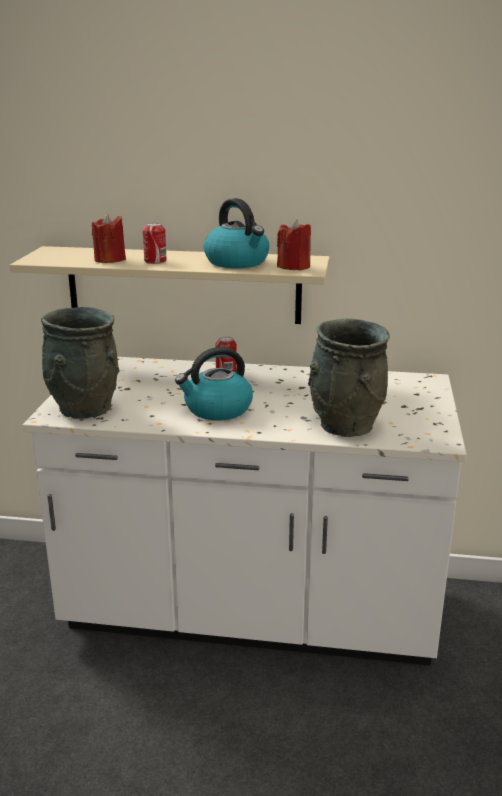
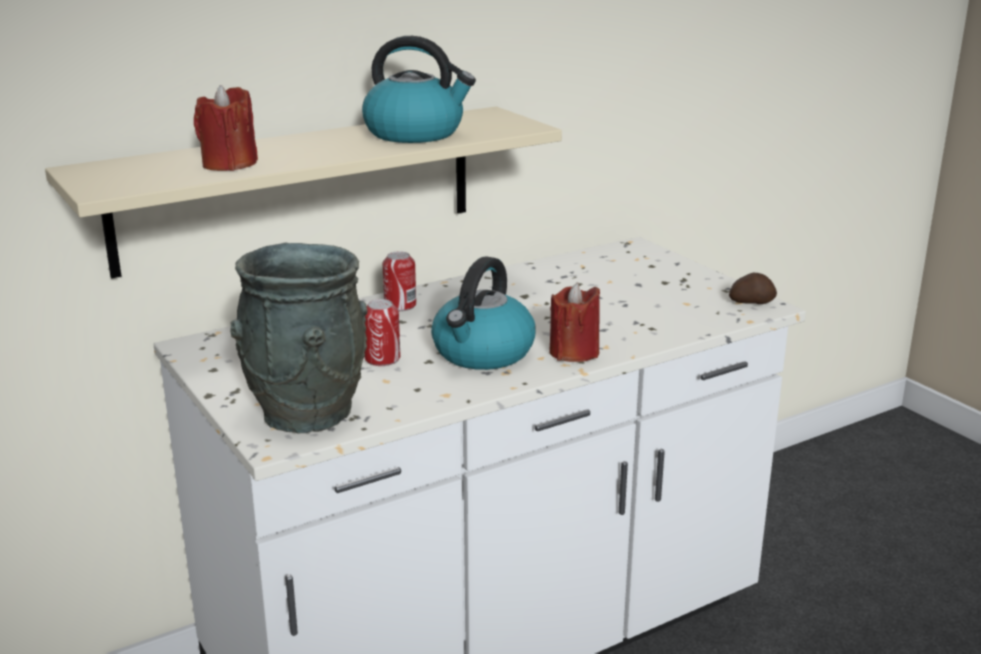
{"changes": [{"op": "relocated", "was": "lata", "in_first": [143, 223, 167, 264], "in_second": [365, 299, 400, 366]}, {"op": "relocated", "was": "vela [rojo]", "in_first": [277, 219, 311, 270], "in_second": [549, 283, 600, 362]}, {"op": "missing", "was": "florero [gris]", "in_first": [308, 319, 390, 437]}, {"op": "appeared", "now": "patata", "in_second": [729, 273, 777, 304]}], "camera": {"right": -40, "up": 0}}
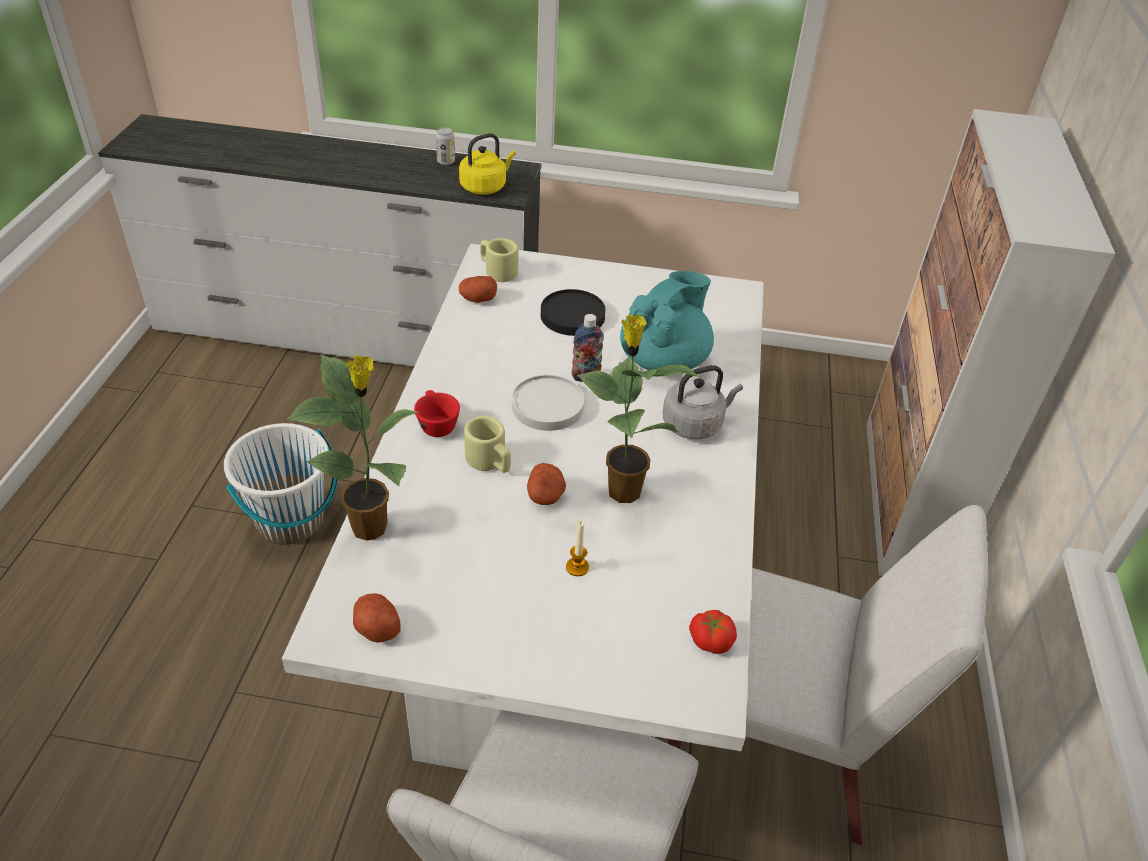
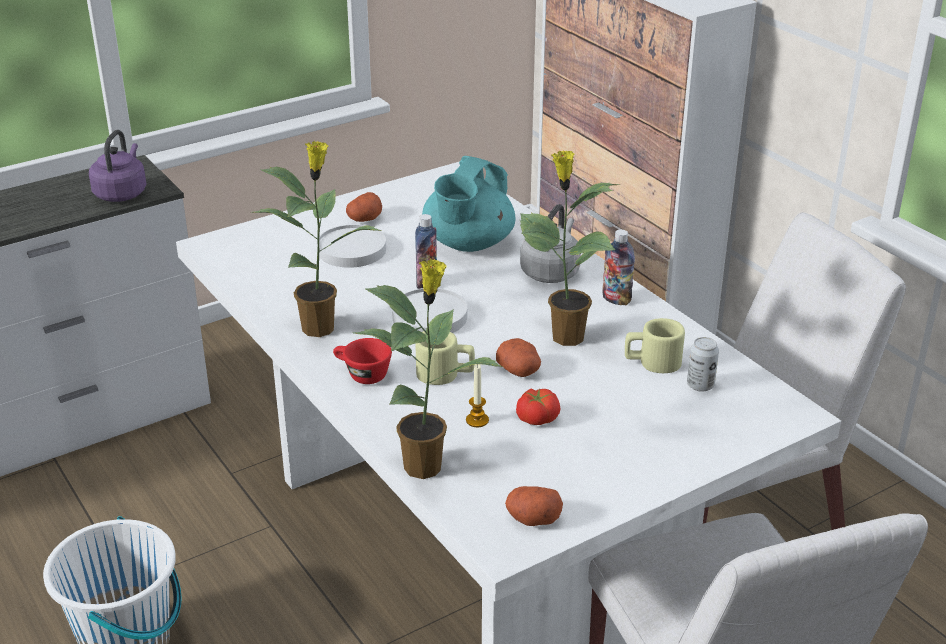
{"changes": [{"op": "relocated", "was": "lata", "in_first": [436, 127, 455, 165], "in_second": [687, 337, 719, 392]}, {"op": "colour", "was": "hervidor [amarillo]", "now": "hervidor [morado]", "in_first": [459, 133, 516, 195], "in_second": [89, 130, 146, 202]}, {"op": "relocated", "was": "patata", "in_first": [459, 276, 497, 303], "in_second": [346, 192, 382, 222]}, {"op": "relocated", "was": "taza grande [beis]", "in_first": [480, 238, 518, 282], "in_second": [625, 318, 685, 373]}, {"op": "colour", "was": "plato [negro]", "now": "plato [blanco]", "in_first": [541, 289, 606, 336], "in_second": [317, 224, 386, 268]}, {"op": "relocated", "was": "vela", "in_first": [566, 520, 589, 576], "in_second": [466, 364, 489, 427]}, {"op": "spun", "was": "tetera [turquesa]", "in_first": [620, 271, 714, 370], "in_second": [422, 156, 515, 252], "clockwise": -150}, {"op": "relocated", "was": "tomate", "in_first": [689, 610, 737, 654], "in_second": [516, 389, 560, 425]}, {"op": "appeared", "now": "planta en maceta", "in_second": [251, 141, 382, 337]}, {"op": "appeared", "now": "botella", "in_second": [602, 229, 635, 305]}], "camera": {"right": -40, "up": -10}}
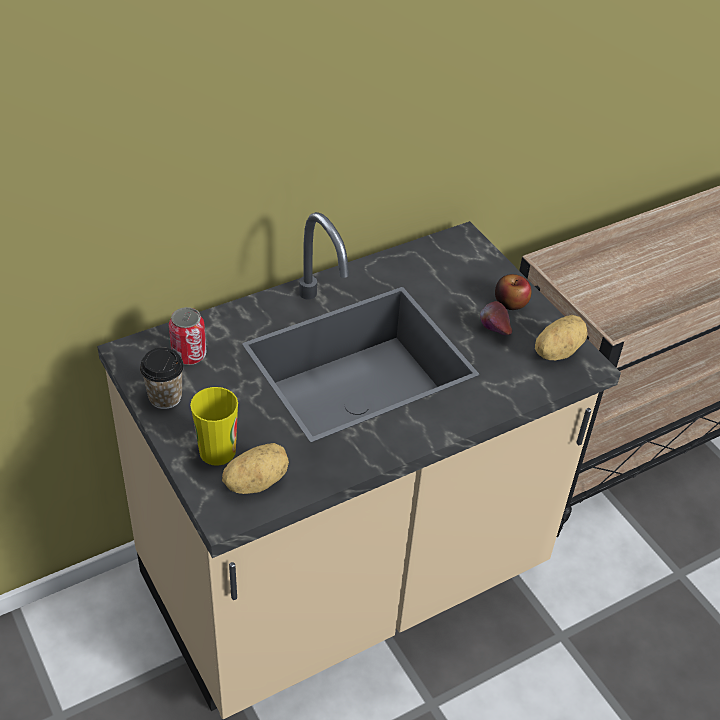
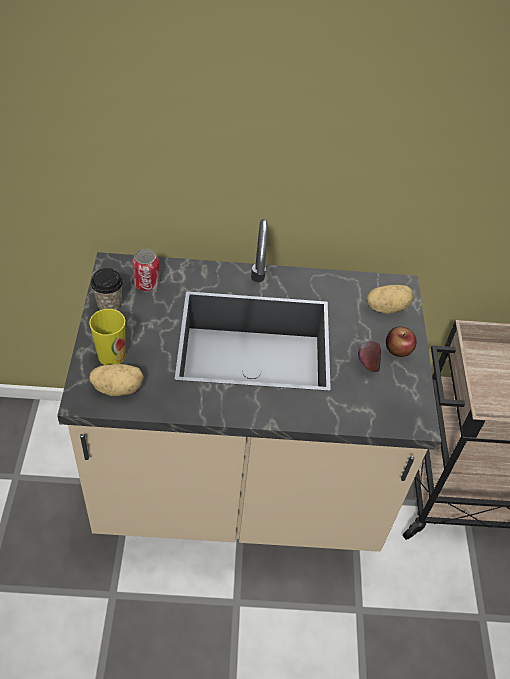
{"changes": [{"op": "relocated", "was": "patata", "in_first": [535, 315, 588, 360], "in_second": [366, 285, 413, 314]}], "camera": {"right": 30, "up": 5}}
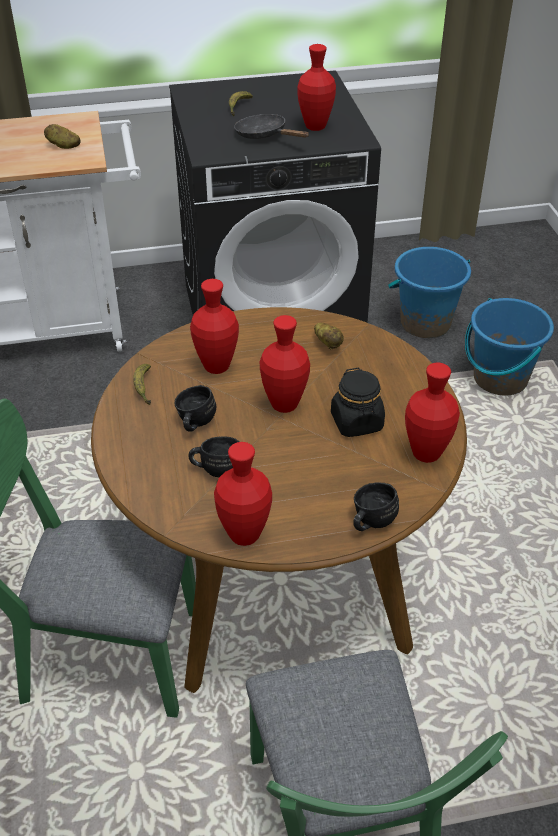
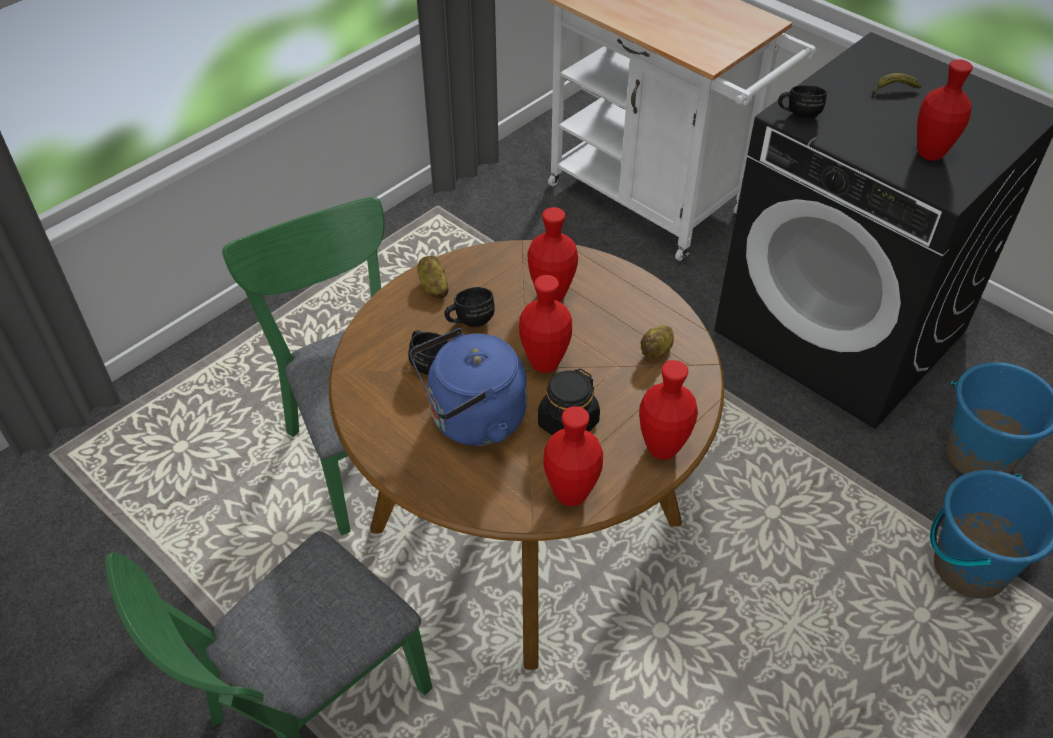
{"changes": [{"op": "relocated", "was": "patata", "in_first": [44, 124, 81, 149], "in_second": [417, 256, 449, 299]}, {"op": "missing", "was": "plátano", "in_first": [133, 364, 151, 405]}, {"op": "relocated", "was": "florero [rojo]", "in_first": [214, 442, 272, 546], "in_second": [639, 360, 698, 460]}, {"op": "missing", "was": "sartén [negro]", "in_first": [234, 114, 309, 139]}, {"op": "relocated", "was": "taza grande [negro]", "in_first": [353, 482, 399, 531], "in_second": [778, 85, 827, 118]}, {"op": "appeared", "now": "hervidor [azul]", "in_second": [410, 328, 527, 446]}], "camera": {"right": 55, "up": 5}}
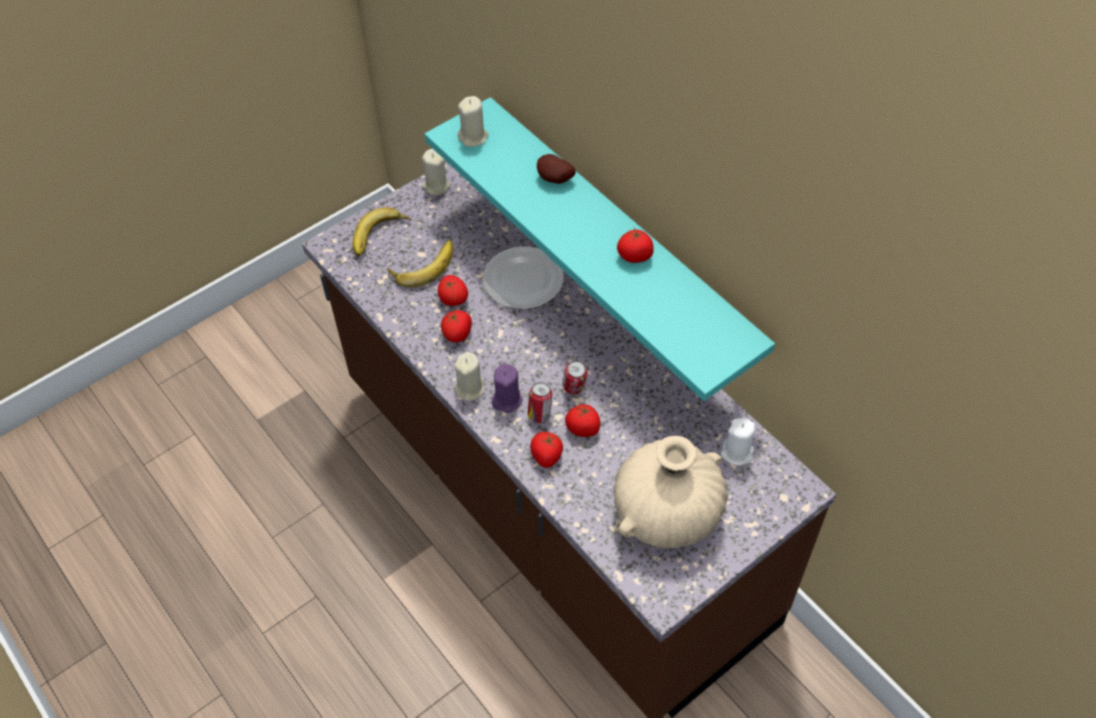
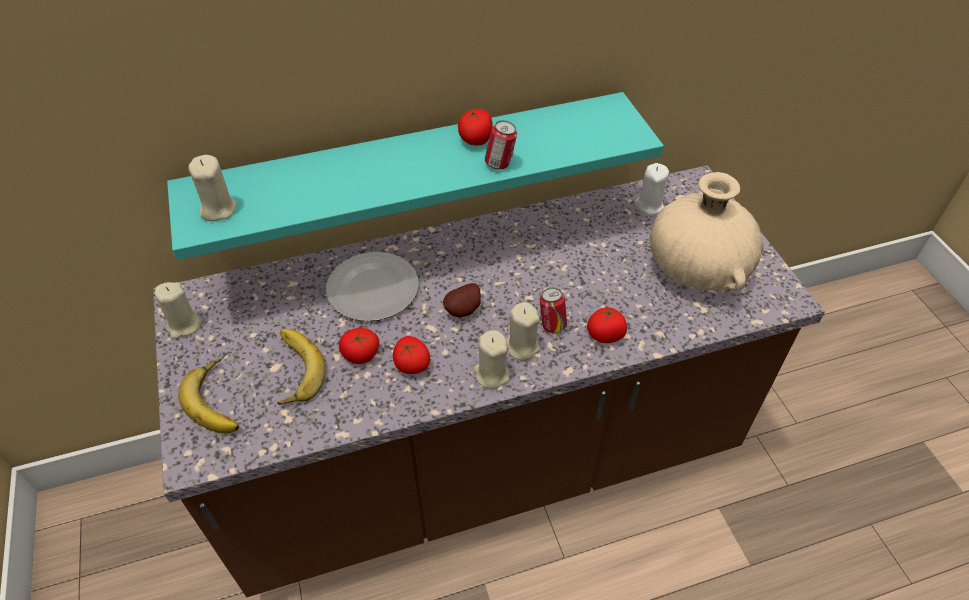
{"changes": [{"op": "colour", "was": "vela [morado]", "now": "vela [beis]", "in_first": [492, 364, 523, 413], "in_second": [506, 302, 540, 361]}, {"op": "relocated", "was": "patata", "in_first": [537, 154, 576, 184], "in_second": [443, 283, 481, 317]}, {"op": "relocated", "was": "lata", "in_first": [562, 361, 587, 394], "in_second": [485, 120, 517, 170]}, {"op": "missing", "was": "tomate", "in_first": [565, 404, 600, 437]}], "camera": {"right": -70, "up": -5}}
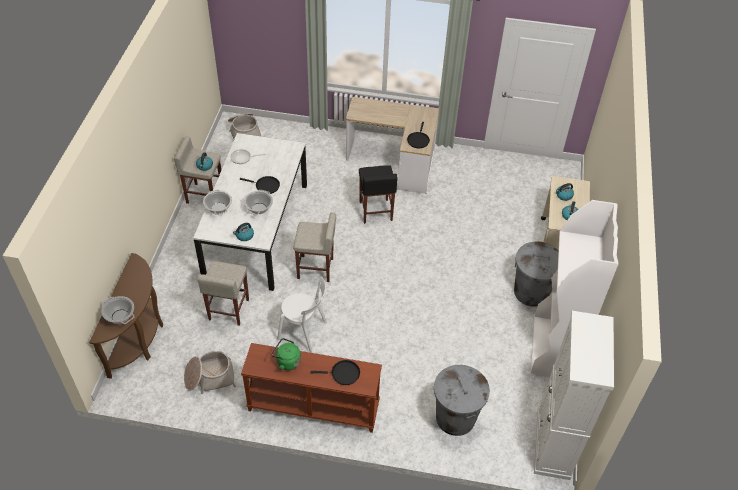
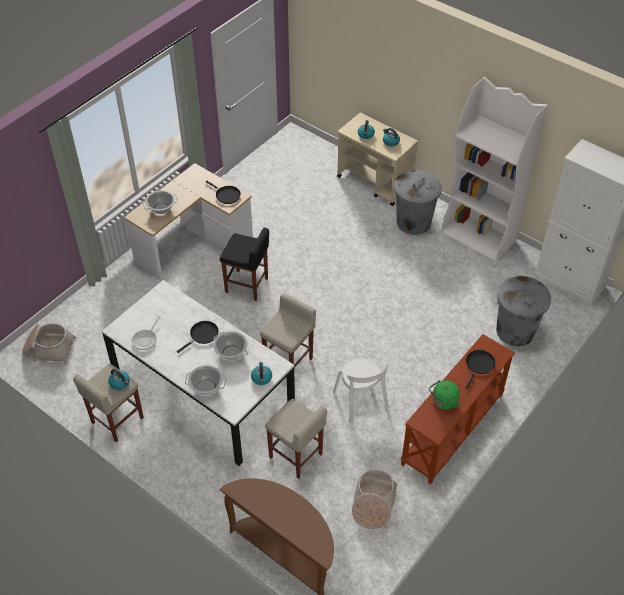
{"changes": [{"op": "relocated", "was": "olla", "in_first": [101, 296, 135, 324], "in_second": [143, 190, 178, 214]}, {"op": "spun", "was": "silla [blanco]", "in_first": [277, 277, 327, 352], "in_second": [333, 357, 393, 423], "clockwise": 105}], "camera": {"right": -60, "up": 0}}
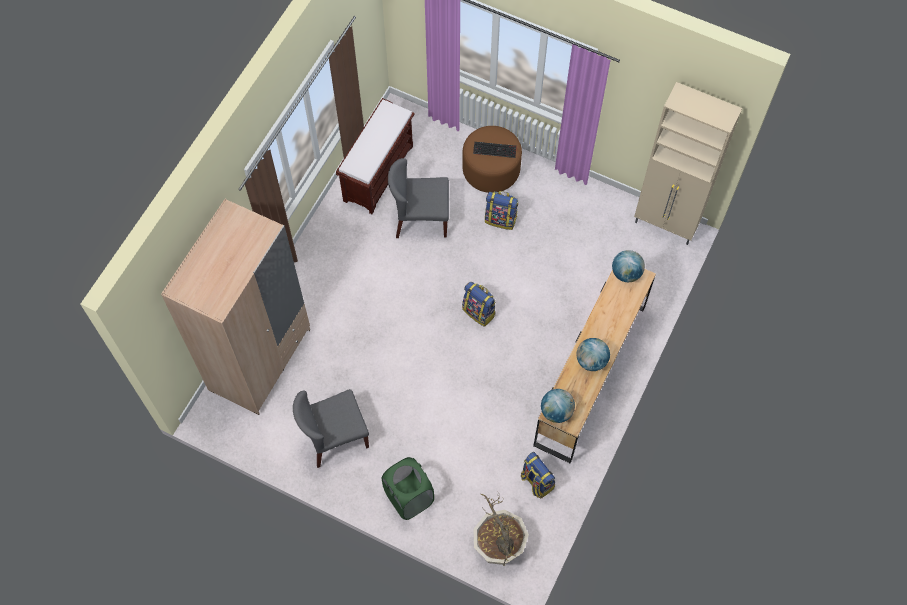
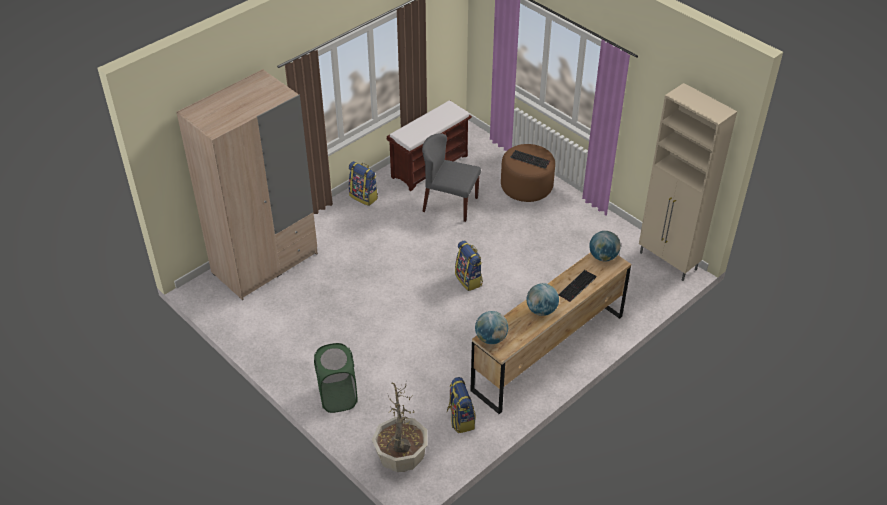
{"changes": [{"op": "missing", "was": "silla [gris]", "in_first": [293, 389, 369, 468]}, {"op": "relocated", "was": "mochila", "in_first": [485, 191, 518, 230], "in_second": [349, 161, 378, 206]}, {"op": "appeared", "now": "teclado", "in_second": [558, 270, 597, 302]}], "camera": {"right": 20, "up": -20}}
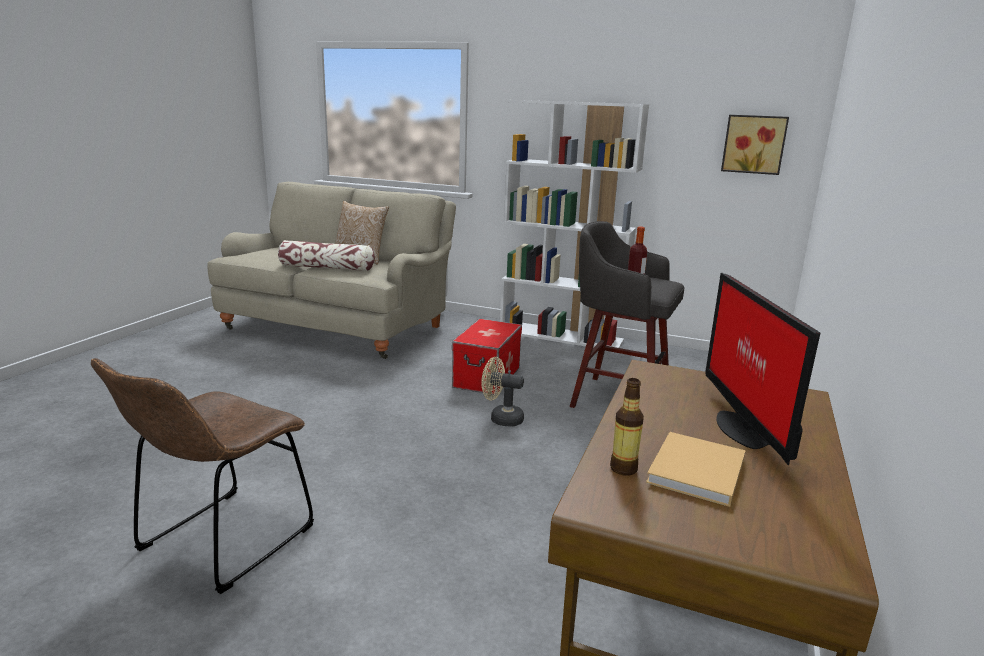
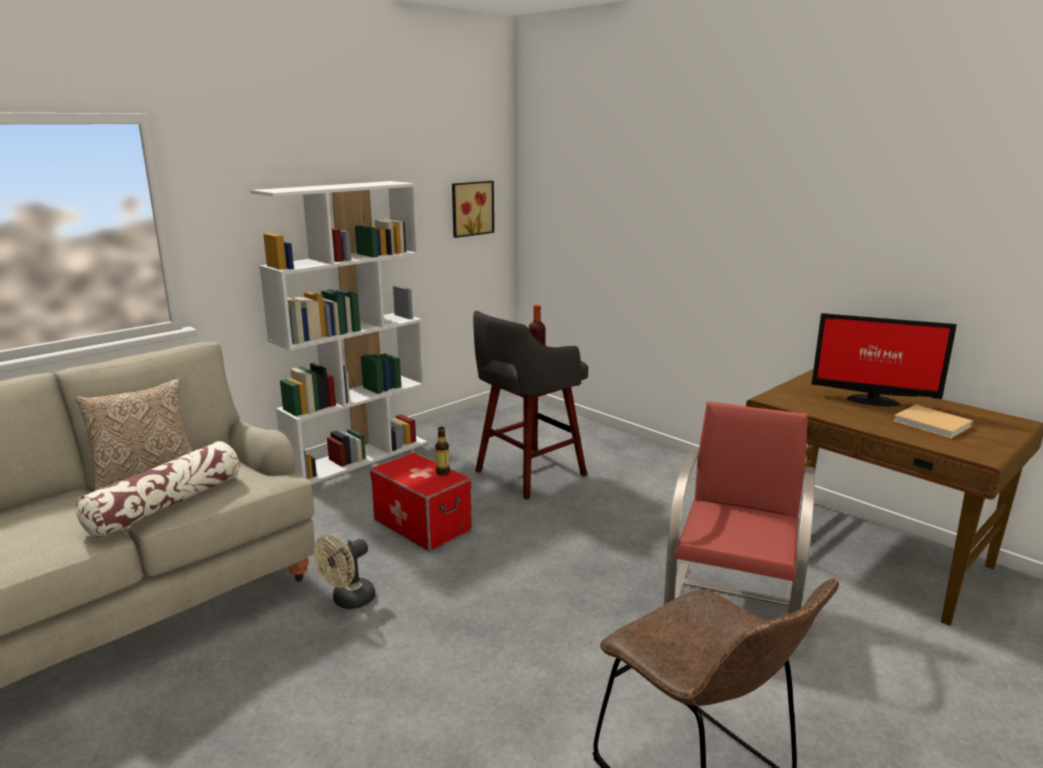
{"changes": [{"op": "relocated", "was": "ventilador [beis]", "in_first": [481, 357, 524, 426], "in_second": [314, 534, 375, 609]}, {"op": "relocated", "was": "botella", "in_first": [610, 378, 644, 476], "in_second": [435, 427, 450, 476]}, {"op": "appeared", "now": "silla [rojo]", "in_second": [664, 401, 815, 615]}], "camera": {"right": -65, "up": 0}}
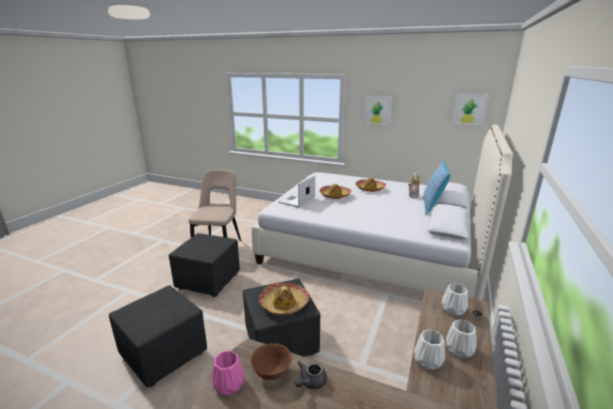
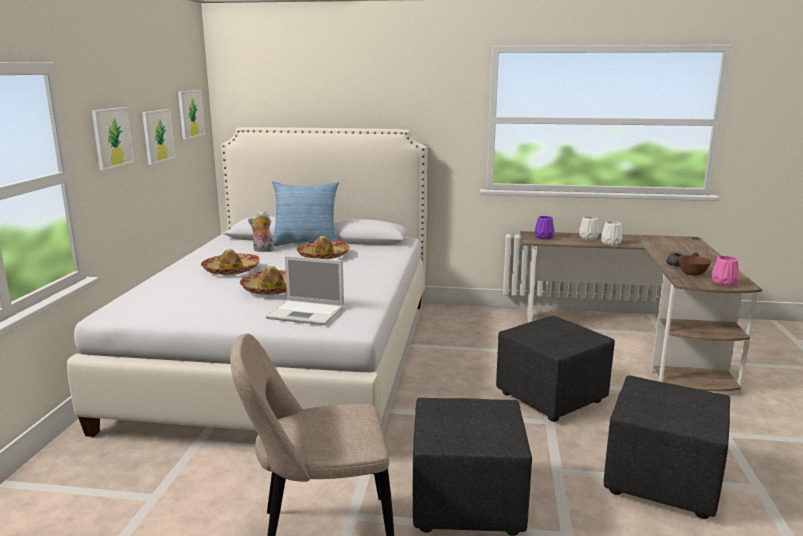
{"changes": [{"op": "relocated", "was": "sombrero", "in_first": [259, 283, 309, 315], "in_second": [297, 236, 350, 259]}, {"op": "colour", "was": "florero [blanco]", "now": "florero [morado]", "in_first": [442, 284, 468, 316], "in_second": [535, 216, 554, 240]}, {"op": "appeared", "now": "cuadro", "in_second": [142, 109, 175, 165]}], "camera": {"right": -105, "up": -5}}
